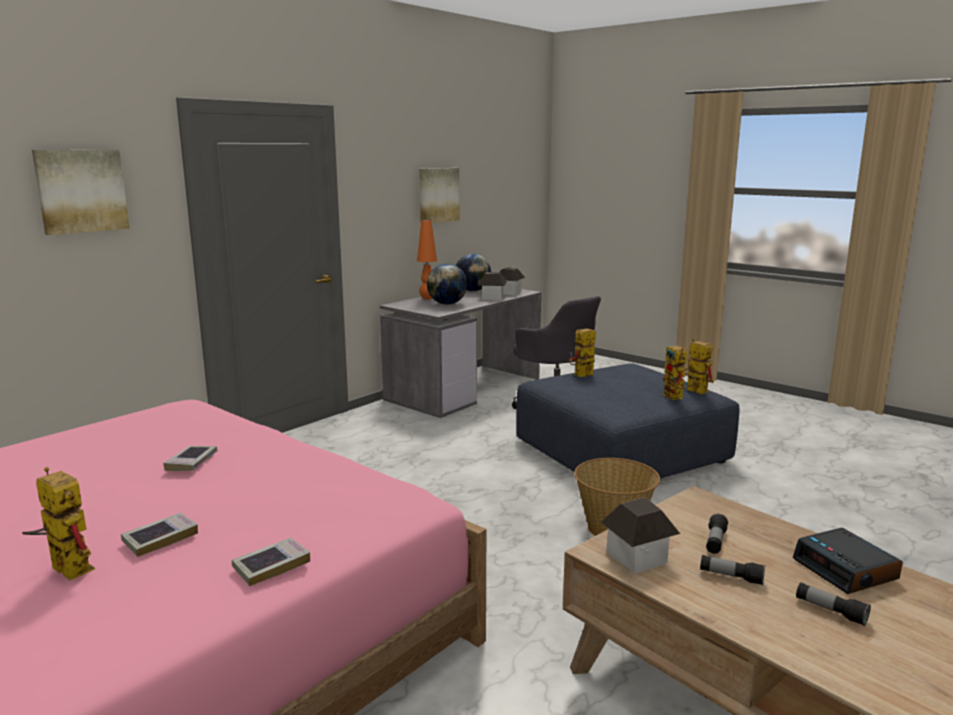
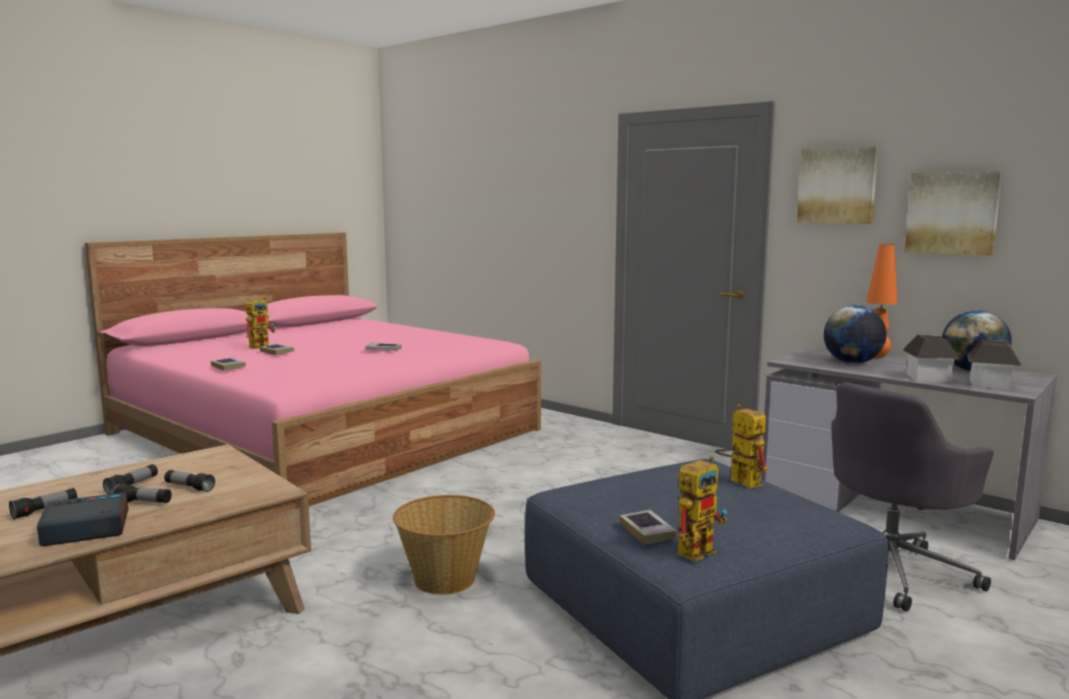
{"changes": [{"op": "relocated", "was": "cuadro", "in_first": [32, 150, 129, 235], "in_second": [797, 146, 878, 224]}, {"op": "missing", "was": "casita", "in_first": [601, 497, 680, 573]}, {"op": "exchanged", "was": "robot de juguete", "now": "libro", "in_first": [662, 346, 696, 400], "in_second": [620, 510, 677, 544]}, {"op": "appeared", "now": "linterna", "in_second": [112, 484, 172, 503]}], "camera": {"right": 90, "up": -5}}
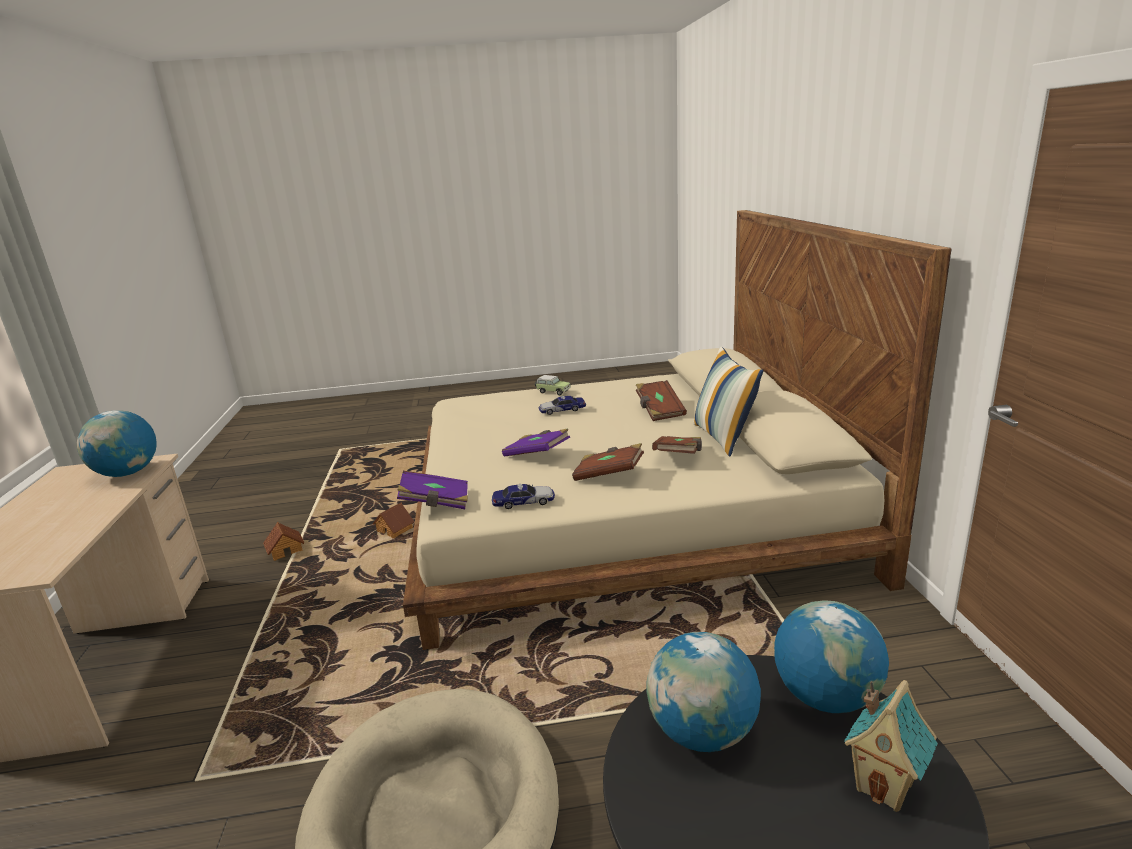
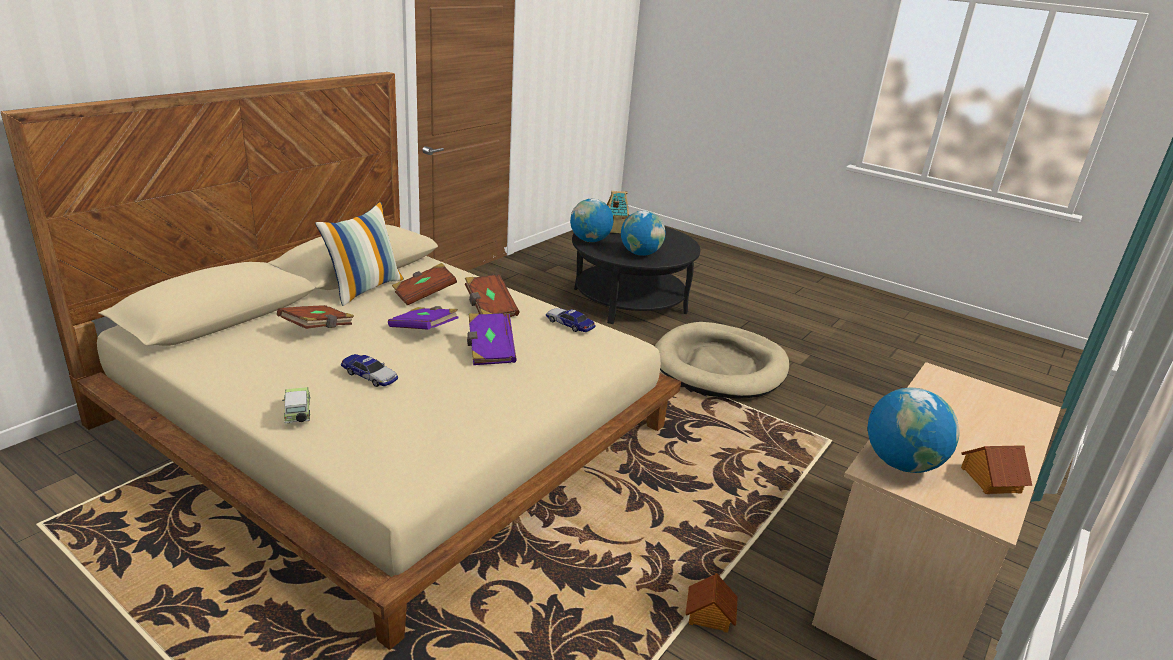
{"changes": [{"op": "relocated", "was": "casita", "in_first": [373, 502, 414, 538], "in_second": [961, 445, 1032, 494]}, {"op": "relocated", "was": "libro [morado]", "in_first": [397, 471, 468, 509], "in_second": [388, 306, 458, 330]}], "camera": {"right": -140, "up": 5}}
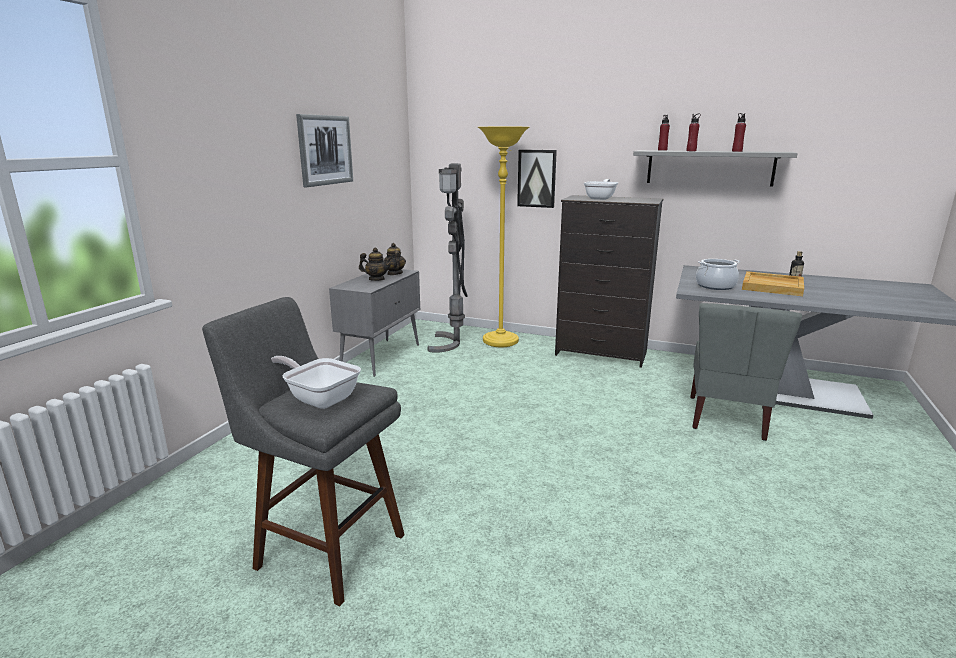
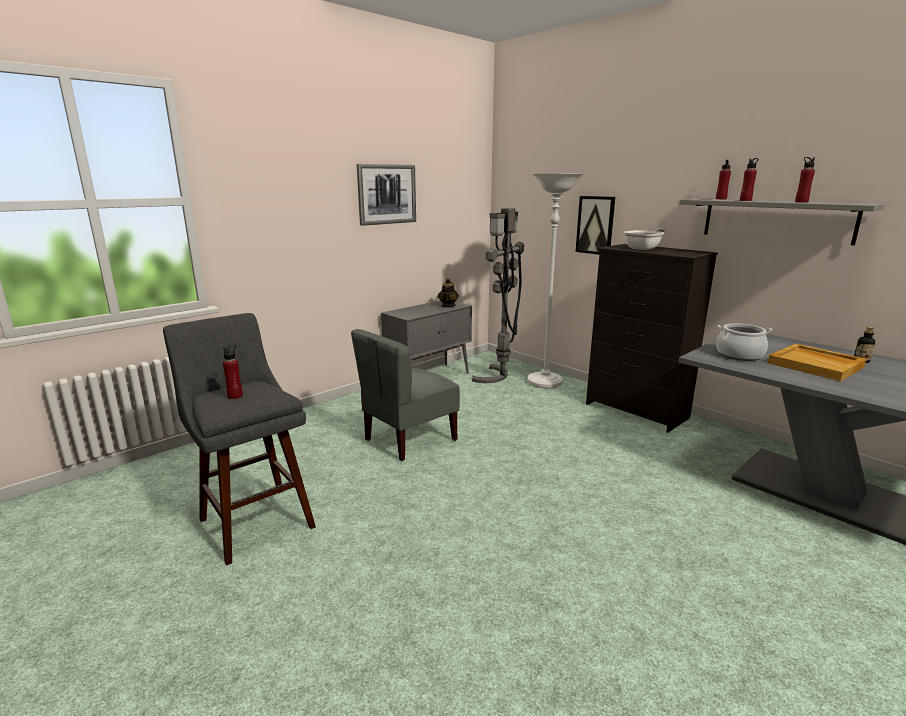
{"changes": [{"op": "exchanged", "was": "sartén", "now": "botella [rojo]", "in_first": [271, 356, 361, 409], "in_second": [223, 345, 243, 399]}, {"op": "missing", "was": "tetera", "in_first": [359, 248, 393, 281]}, {"op": "colour", "was": "lámpara de pie [amarillo]", "now": "lámpara de pie [blanco]", "in_first": [478, 127, 530, 347], "in_second": [527, 173, 584, 388]}, {"op": "relocated", "was": "silla [gris]", "in_first": [690, 303, 802, 441], "in_second": [351, 329, 460, 461]}], "camera": {"right": 25, "up": 0}}
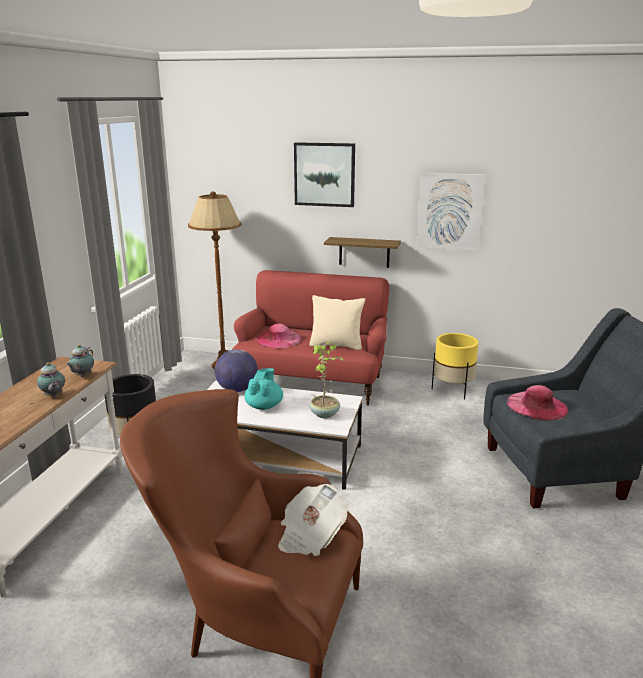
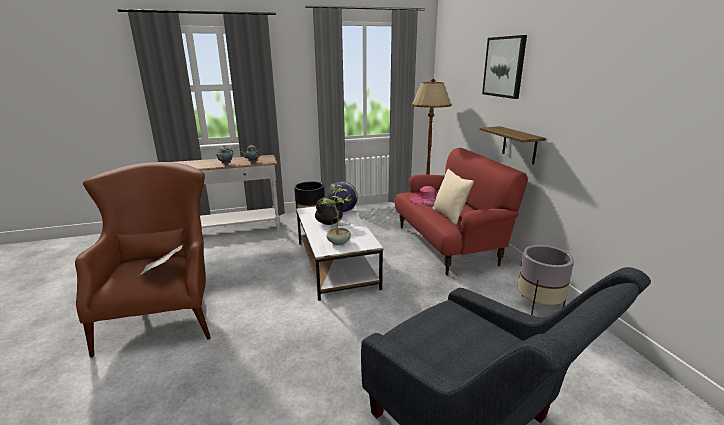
{"changes": [{"op": "colour", "was": "tetera [turquesa]", "now": "tetera [negro]", "in_first": [244, 368, 283, 410], "in_second": [315, 197, 345, 225]}, {"op": "missing", "was": "cuadro", "in_first": [416, 173, 485, 251]}, {"op": "colour", "was": "maceta [amarillo]", "now": "maceta [gris]", "in_first": [432, 333, 478, 400], "in_second": [517, 245, 574, 315]}, {"op": "missing", "was": "sombrero [rosa]", "in_first": [507, 385, 568, 421]}], "camera": {"right": 60, "up": 0}}
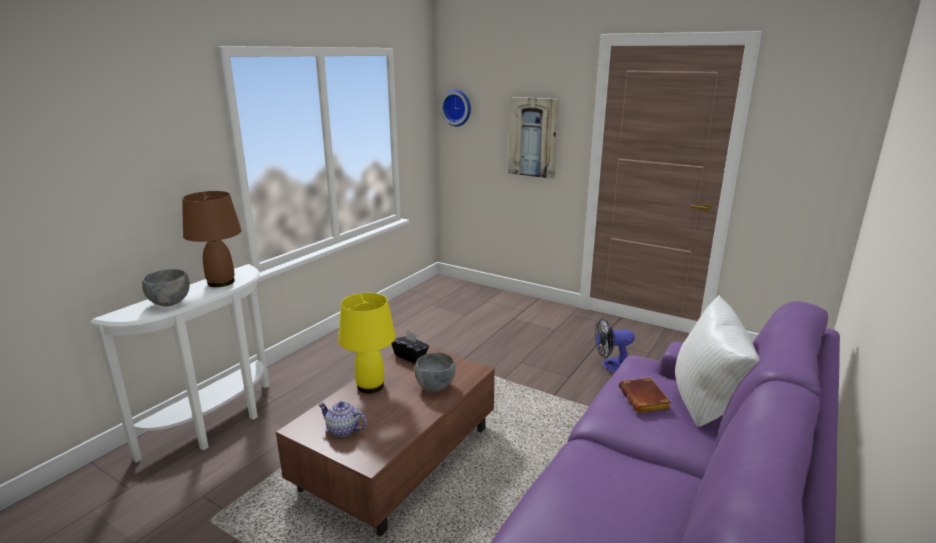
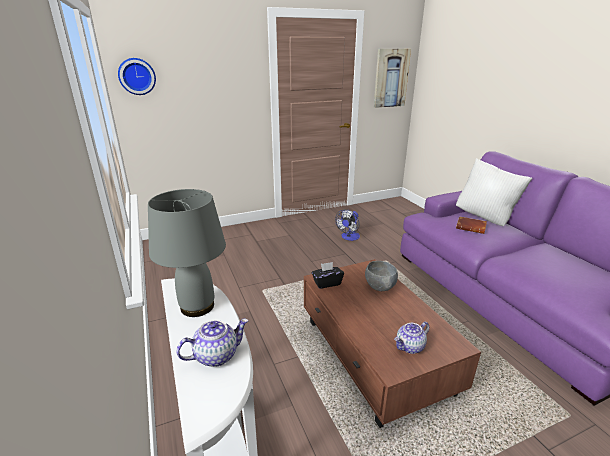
{"changes": [{"op": "exchanged", "was": "cuenco [gris]", "now": "tetera", "in_first": [142, 269, 190, 306], "in_second": [176, 319, 248, 367]}, {"op": "colour", "was": "lámpara de mesa [marrón]", "now": "lámpara de mesa [gris]", "in_first": [182, 191, 242, 287], "in_second": [148, 189, 226, 317]}, {"op": "missing", "was": "lámpara de mesa [amarillo]", "in_first": [338, 293, 396, 393]}, {"op": "relocated", "was": "cuadro", "in_first": [508, 97, 559, 179], "in_second": [374, 49, 411, 108]}], "camera": {"right": -55, "up": 5}}
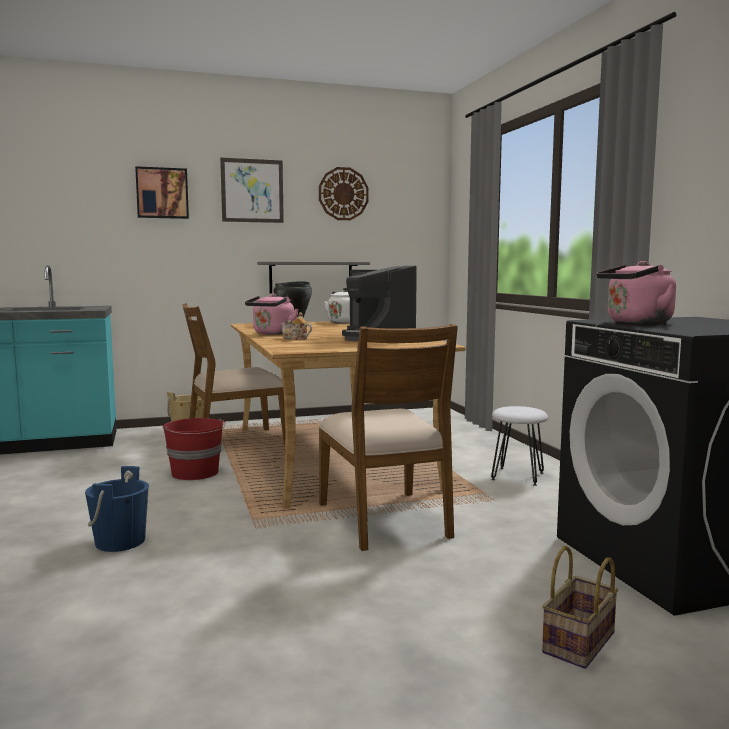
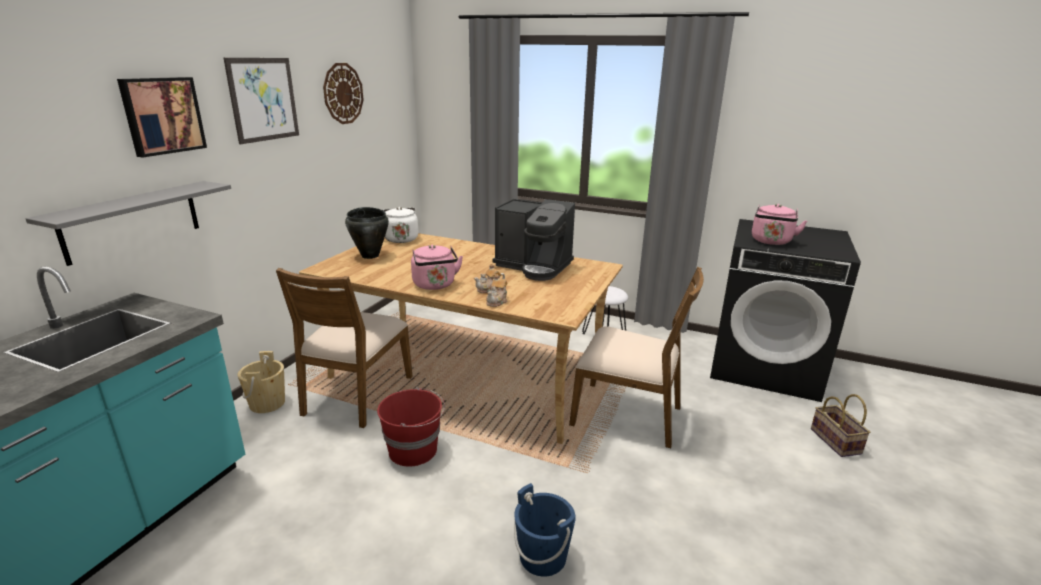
{"changes": [{"op": "relocated", "was": "estante [gris]", "in_first": [257, 262, 370, 294], "in_second": [25, 181, 231, 266]}, {"op": "appeared", "now": "tetera", "in_second": [486, 274, 507, 307]}], "camera": {"right": -50, "up": 15}}
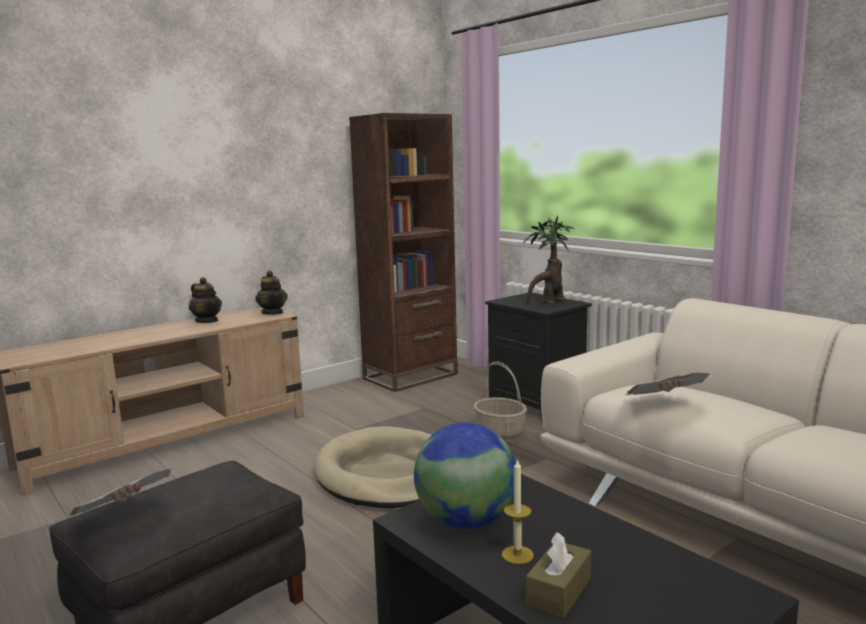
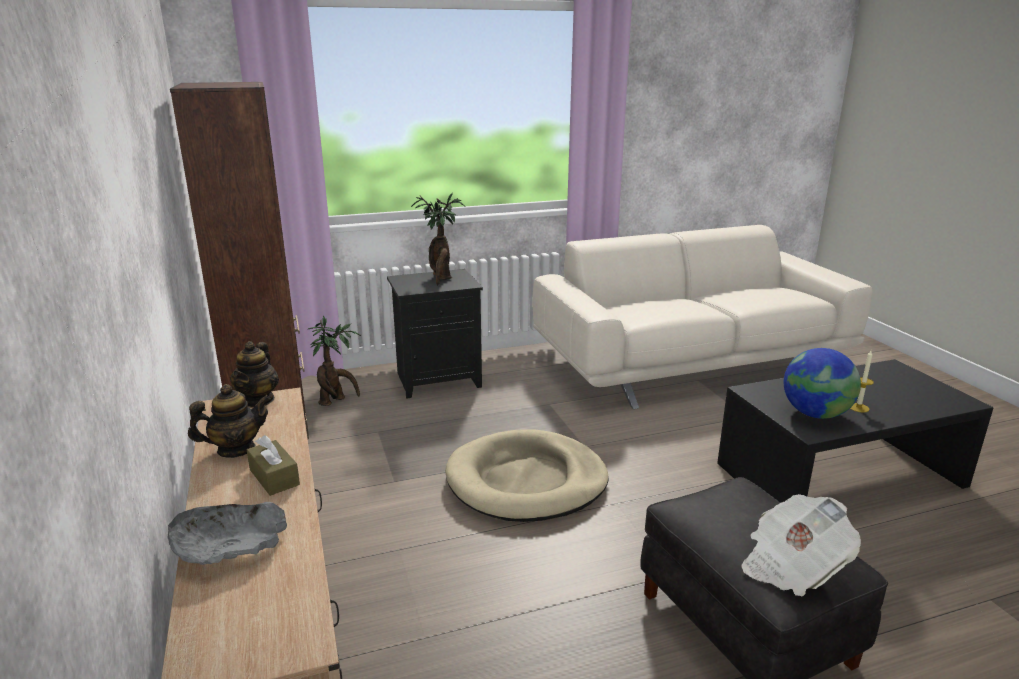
{"changes": [{"op": "spun", "was": "tetera", "in_first": [255, 271, 287, 315], "in_second": [230, 341, 279, 407], "clockwise": 105}, {"op": "missing", "was": "cesta", "in_first": [474, 362, 527, 440]}, {"op": "relocated", "was": "caja de pañuelos [marrón]", "in_first": [526, 532, 592, 618], "in_second": [247, 435, 300, 496]}, {"op": "missing", "was": "periódico", "in_first": [625, 372, 710, 395]}, {"op": "appeared", "now": "cuenco [gris]", "in_second": [168, 502, 287, 565]}, {"op": "appeared", "now": "planta en maceta", "in_second": [308, 316, 361, 406]}], "camera": {"right": -70, "up": 10}}
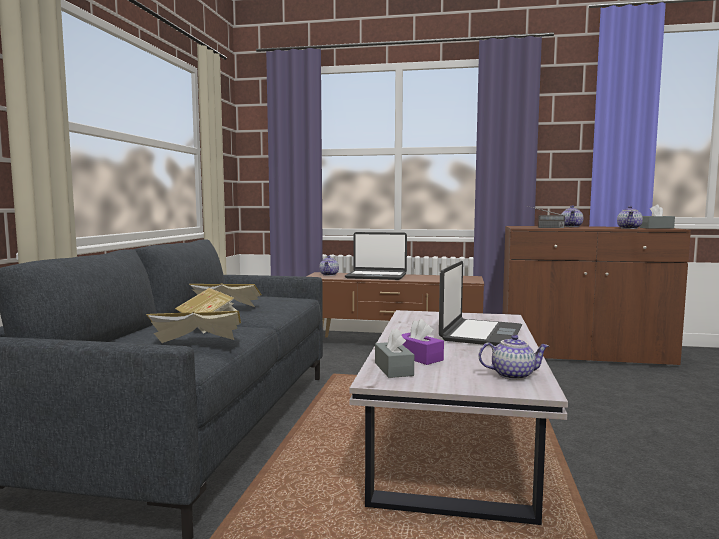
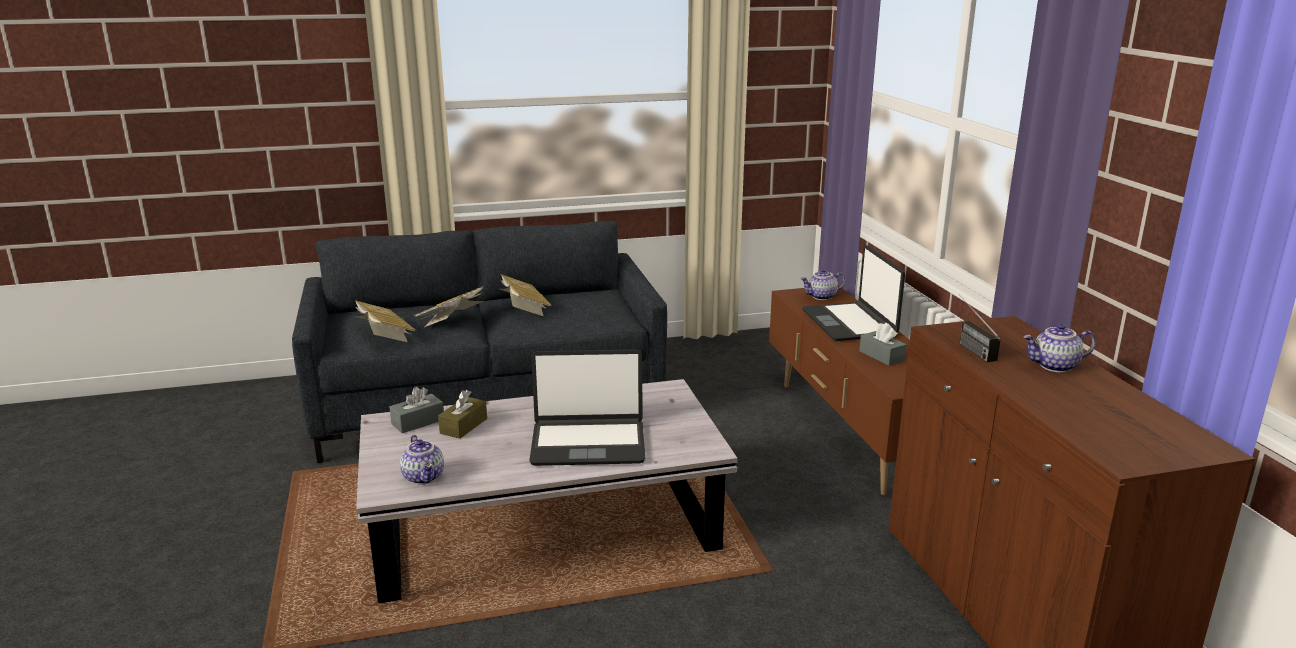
{"changes": [{"op": "colour", "was": "caja de pañuelos [morado]", "now": "caja de pañuelos [marrón]", "in_first": [402, 319, 444, 365], "in_second": [438, 390, 487, 439]}, {"op": "missing", "was": "tetera", "in_first": [617, 206, 643, 229]}, {"op": "relocated", "was": "caja de pañuelos [gris]", "in_first": [640, 204, 675, 229], "in_second": [859, 323, 907, 366]}], "camera": {"right": 65, "up": 15}}
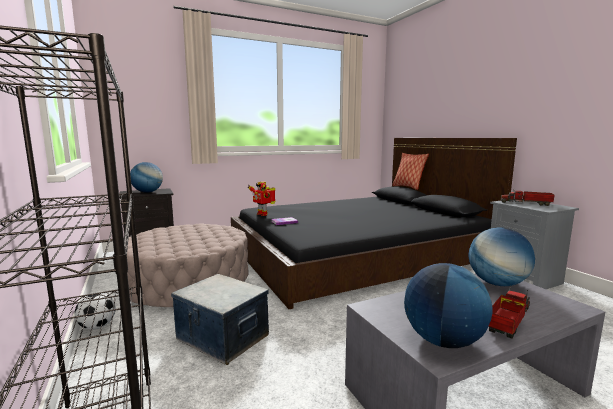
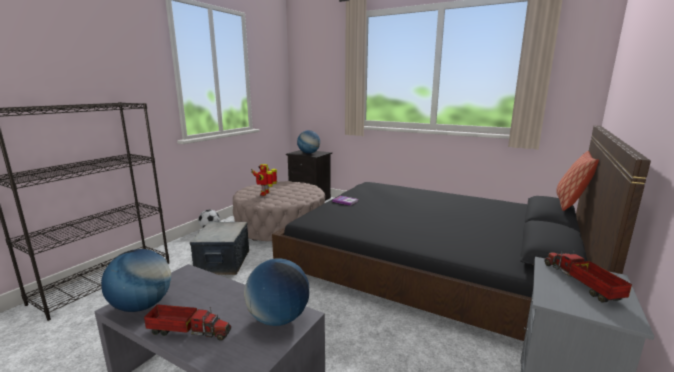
{"changes": [{"op": "relocated", "was": "robot de juguete", "in_first": [248, 182, 276, 216], "in_second": [251, 164, 277, 196]}], "camera": {"right": 55, "up": 5}}
